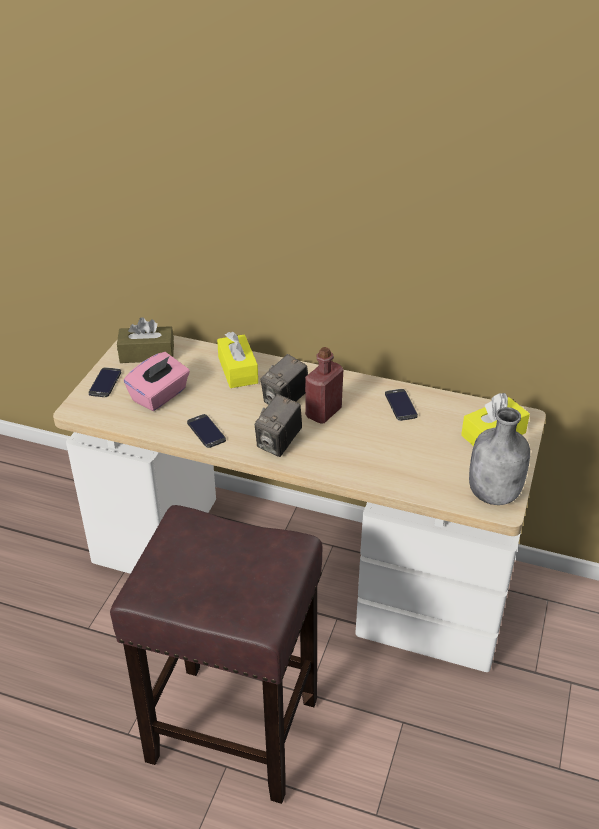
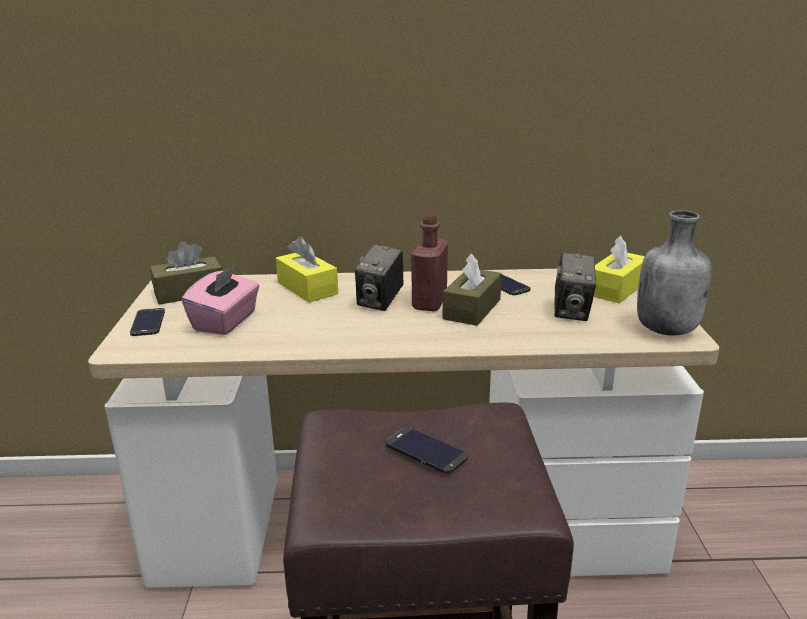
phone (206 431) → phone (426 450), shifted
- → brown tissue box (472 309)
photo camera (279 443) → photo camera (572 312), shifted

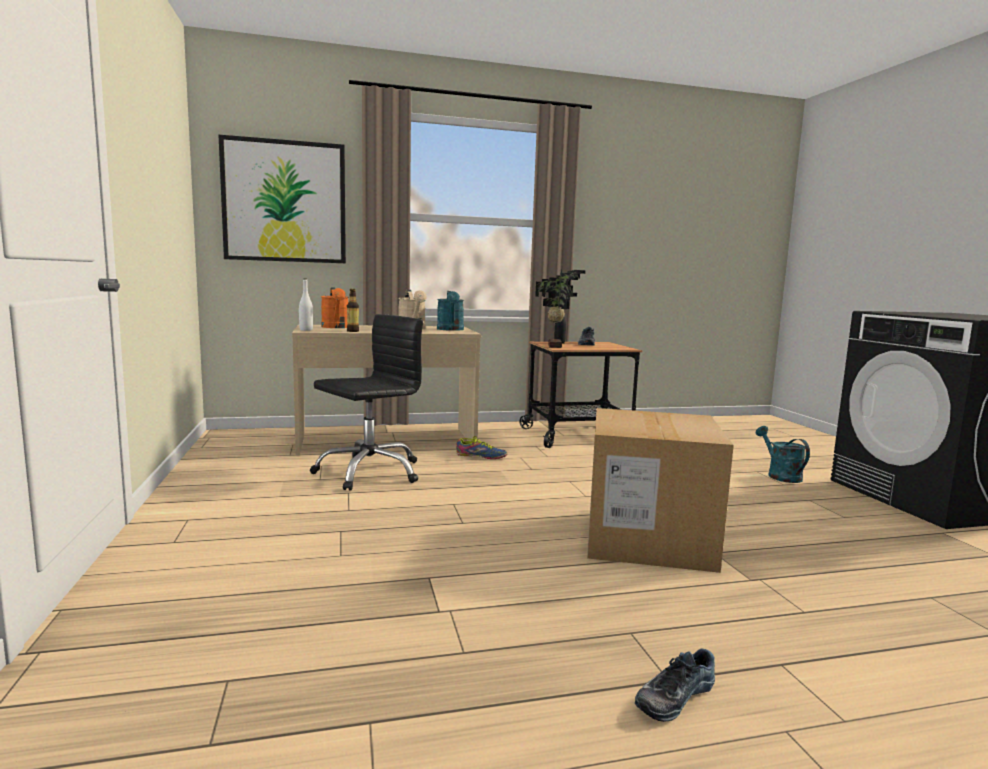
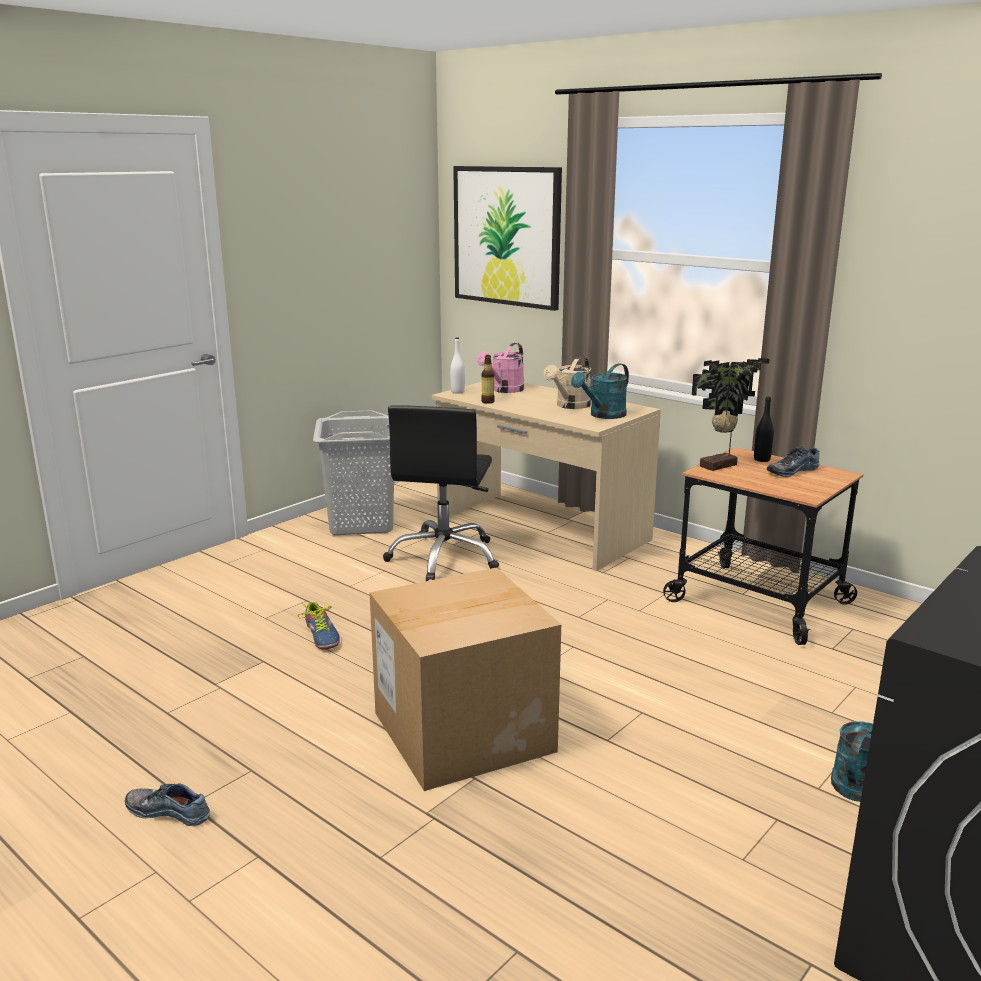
shoe (481 456) → shoe (322 636), shifted
- → grey laundry basket (362 523)
black office chair (369 472) → black office chair (444 557), 90 degrees clockwise
orange watering can (336 327) → pink watering can (504 390)

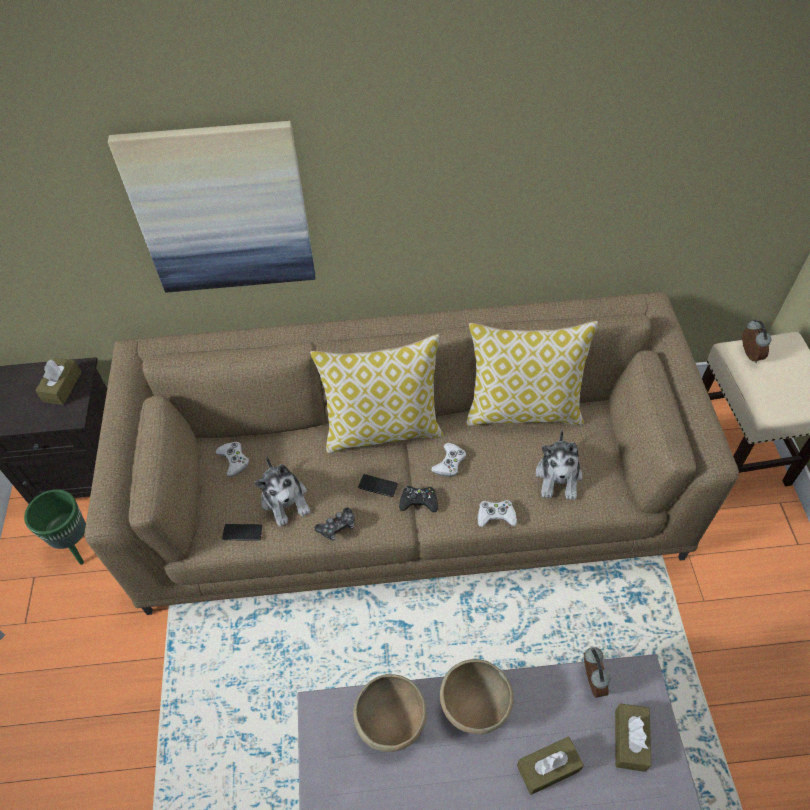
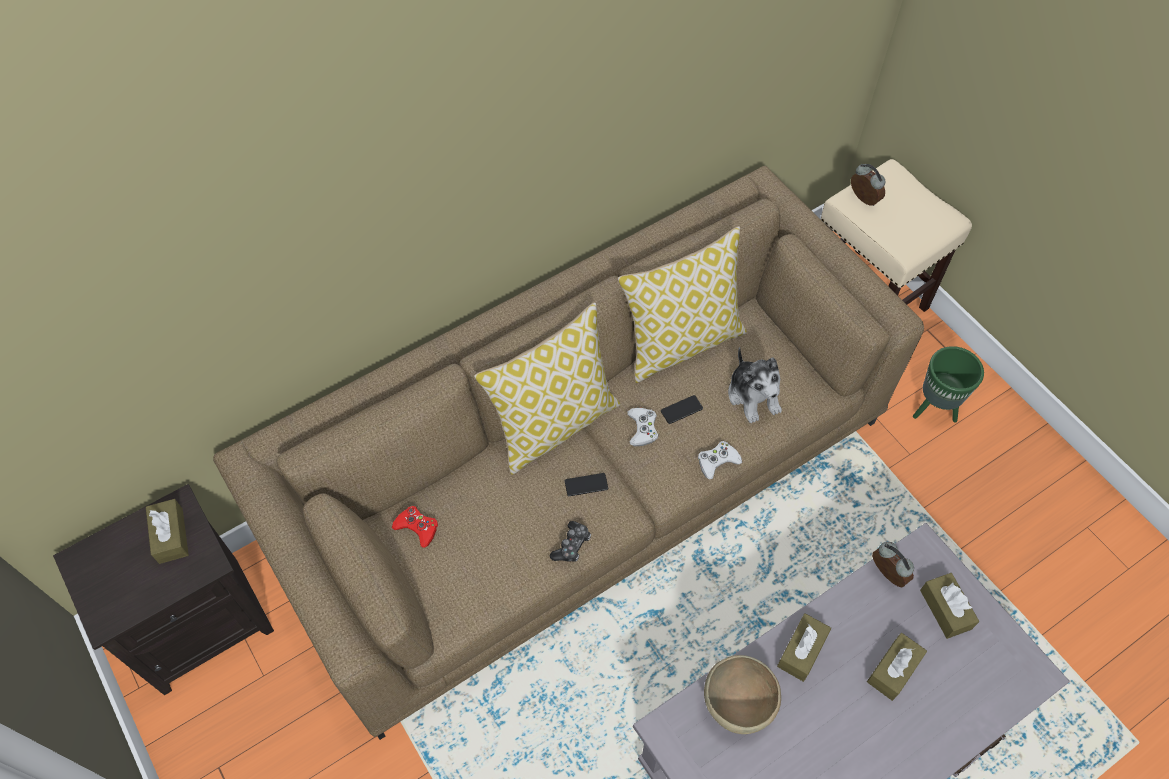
white game controller (234 460) → red game controller (417 527)
phone (242 532) → phone (681 410), shifted
brown bowl (474 707) → brown tissue box (801 651)
green planter (78 545) → green planter (934 409), shifted
picture (222 210) → -
plush toy (285 499) → -
black game controller (418 501) → -

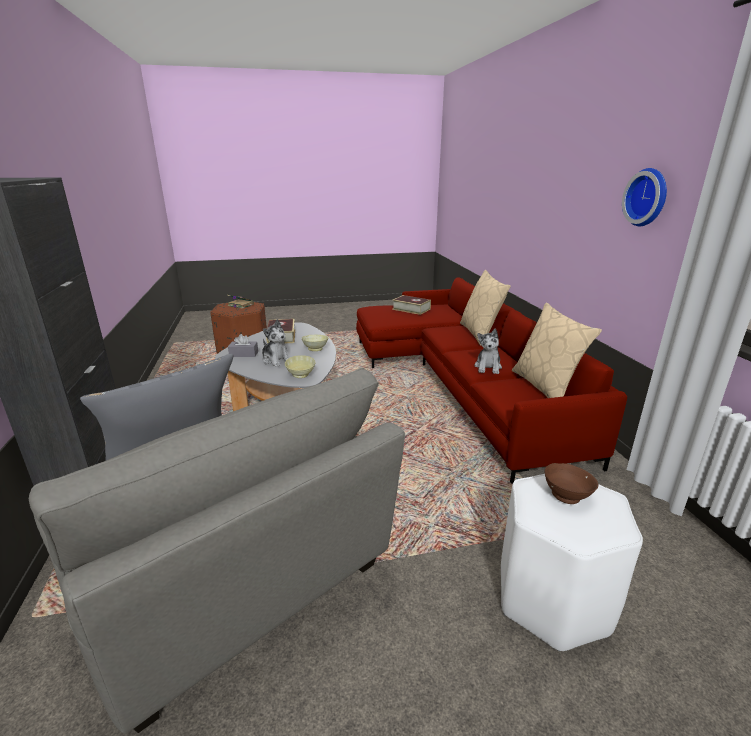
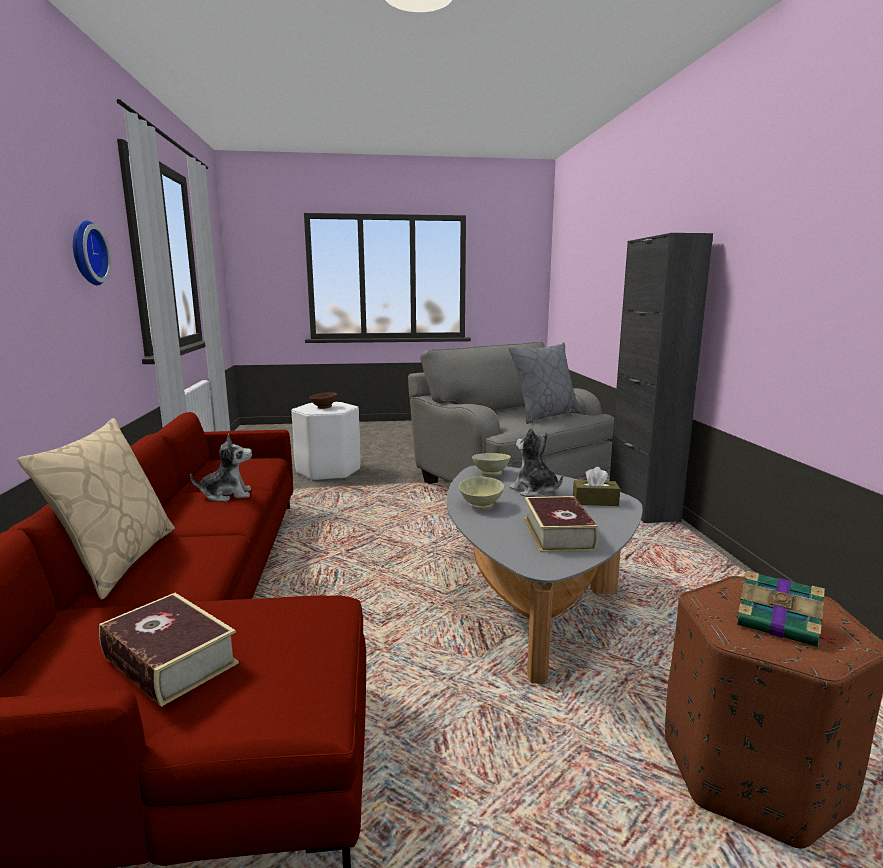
plush toy (488 367) → plush toy (227 495), 60 degrees clockwise
grey tissue box (244 354) → brown tissue box (595 501)
beige pillow (545 387) → -

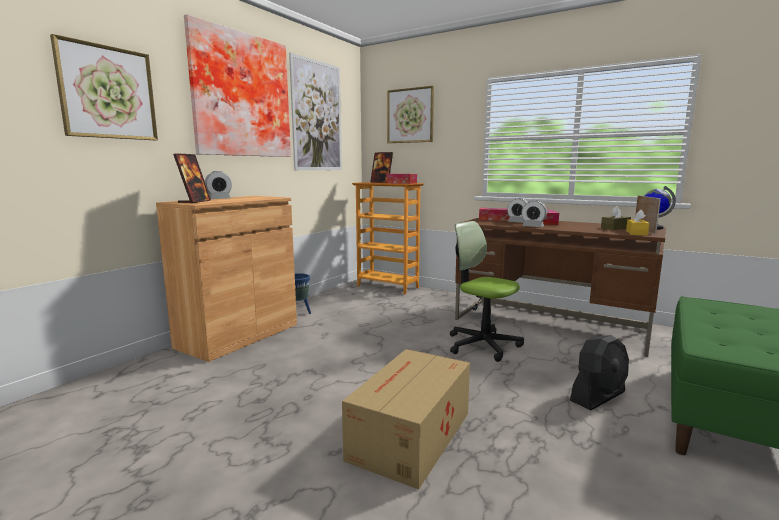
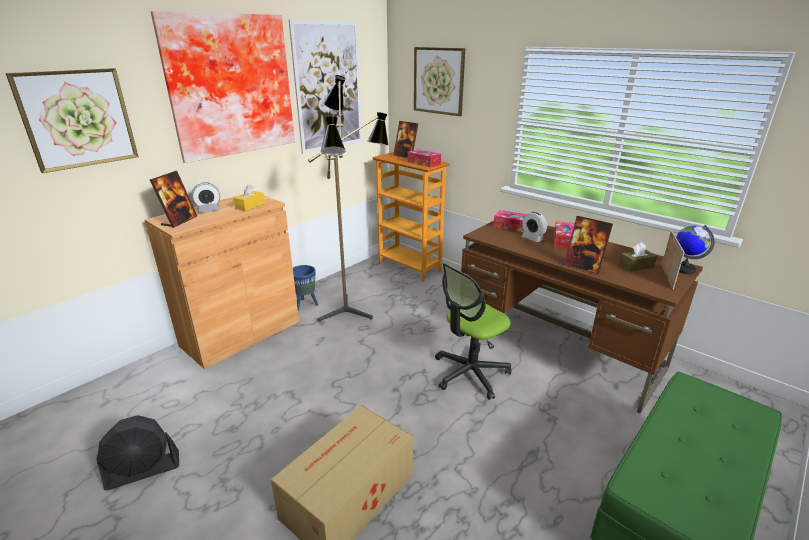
black fan (598 396) → black fan (144 470), shifted
yellow tissue box (636 233) → yellow tissue box (250 206), shifted
- → floor lamp (352 311)
office chair (483 345) → office chair (470 373), 90 degrees counterclockwise
- → picture frame (583 267)
alarm clock (533 226) → -

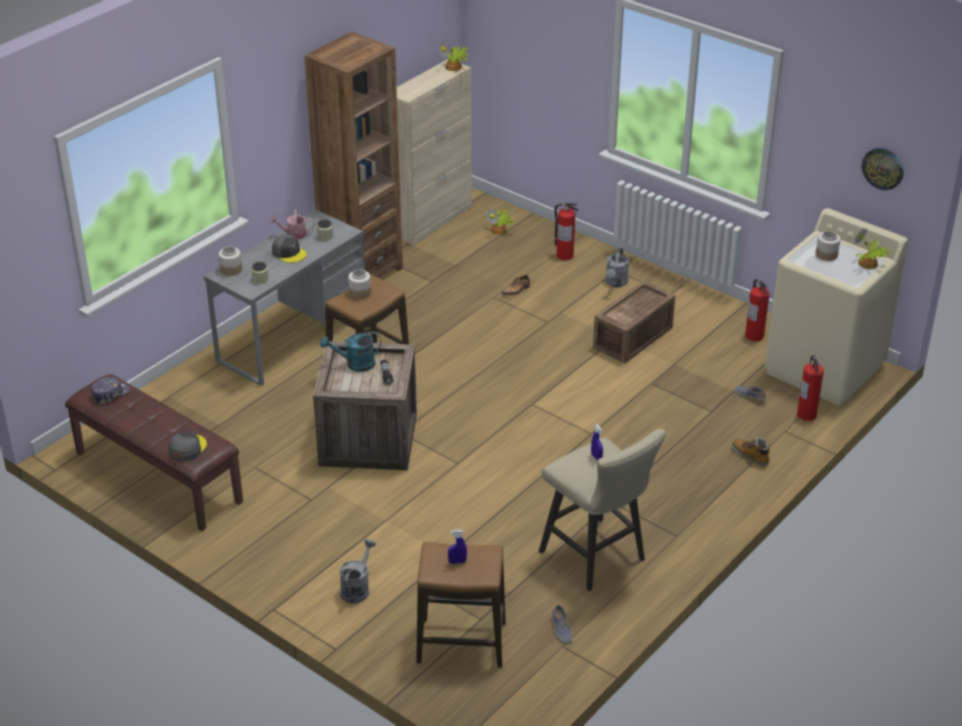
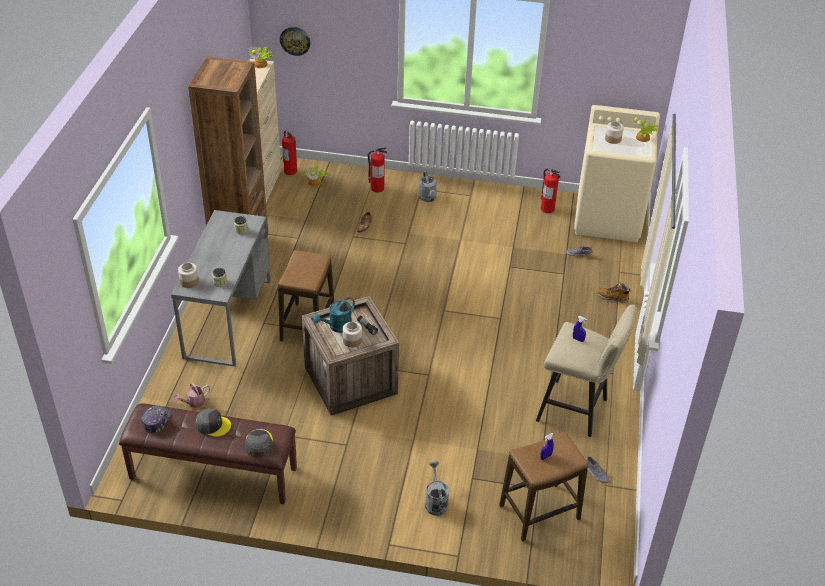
watering can (293 234) → watering can (193 402), shifted
grey cap (289 253) → grey cap (213 425), shifted
wall clock (883 168) → wall clock (295 40), shifted
fire extinguisher (806 414) → fire extinguisher (290 171), shifted
jar (359 293) → jar (352 340), shifted
crate (634 337) → -

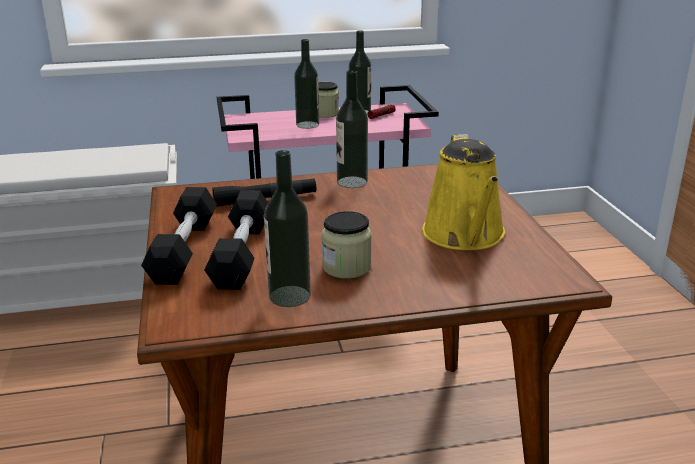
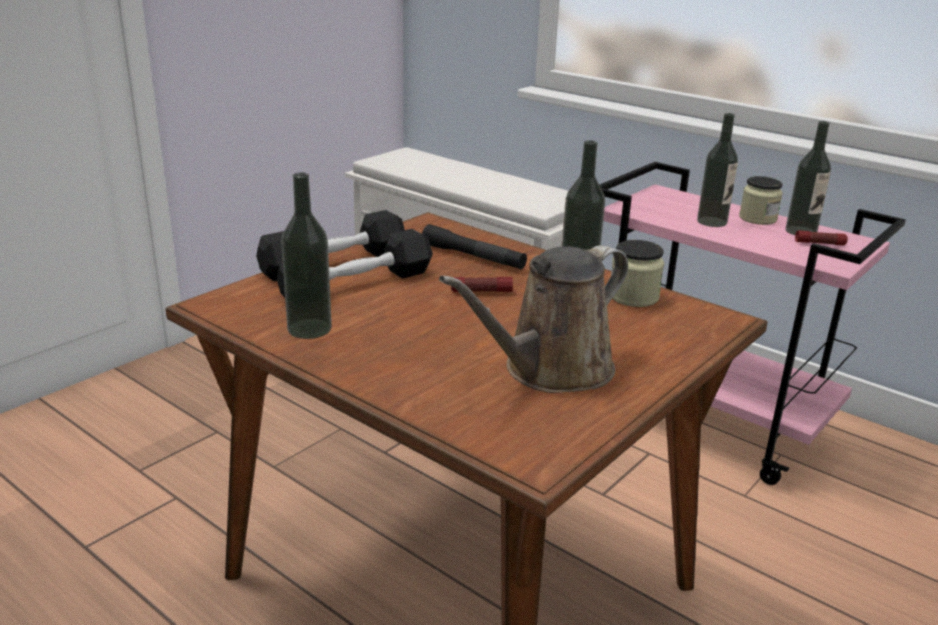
yellow watering can (465 236) → brown watering can (550 371)
- → flashlight (481 291)
jar (346 267) → jar (633 297), shifted

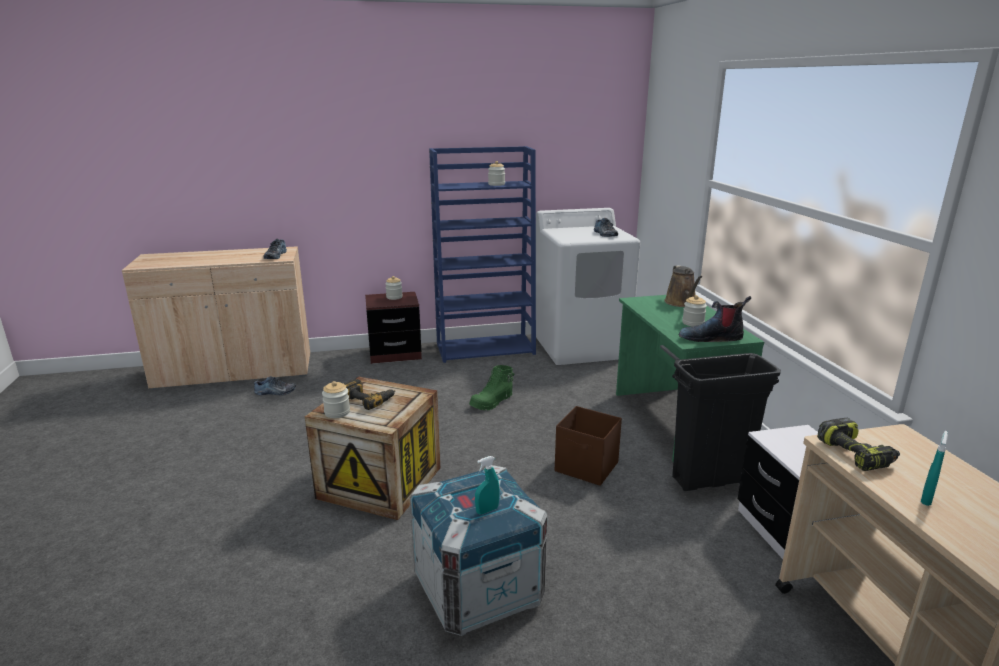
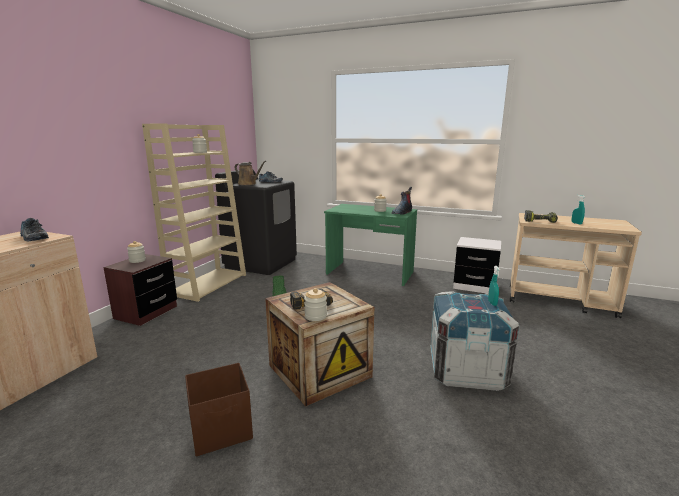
blue bookcase (486 348) → beige bookcase (208 284)
brown storage box (587 467) → brown storage box (222 430), shifted
white washing machine (581 346) → black washing machine (261 263)
brown watering can (681 303) → brown watering can (248 184), shifted
shoe (275 392) → -
black trash can (710 479) → -

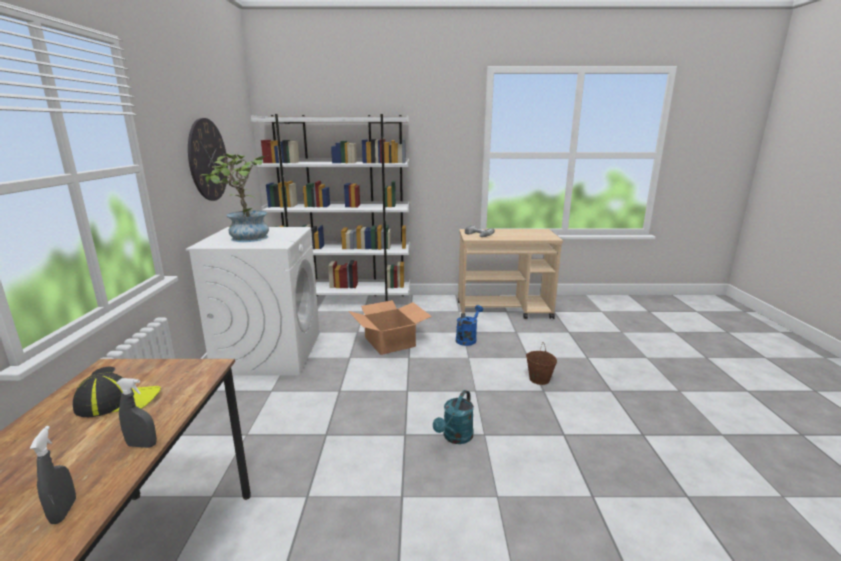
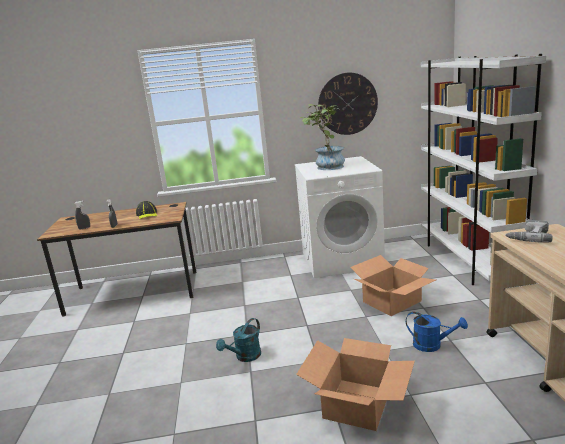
turquoise watering can (455 438) → turquoise watering can (245 357), 75 degrees counterclockwise
brown bucket (539 379) → cardboard box (358 404)

